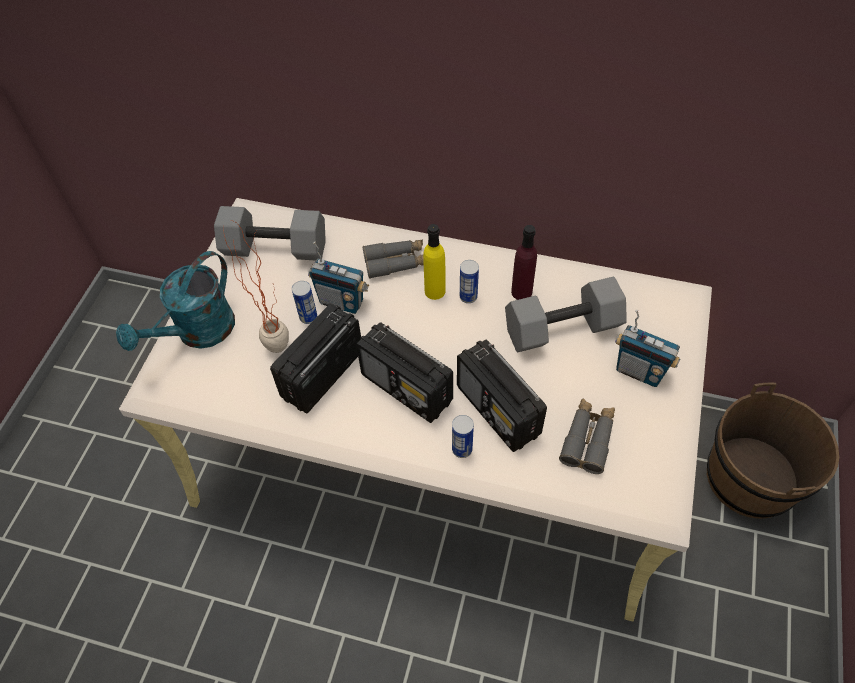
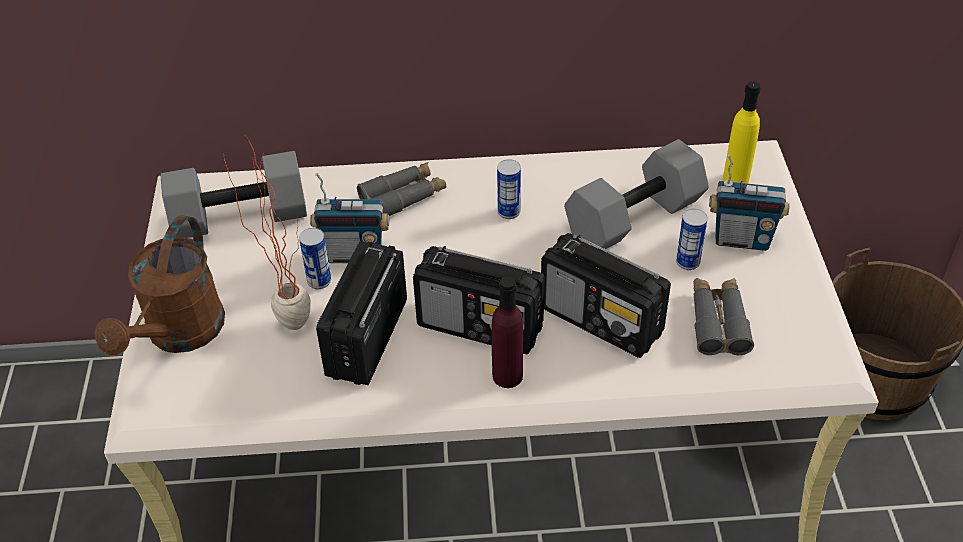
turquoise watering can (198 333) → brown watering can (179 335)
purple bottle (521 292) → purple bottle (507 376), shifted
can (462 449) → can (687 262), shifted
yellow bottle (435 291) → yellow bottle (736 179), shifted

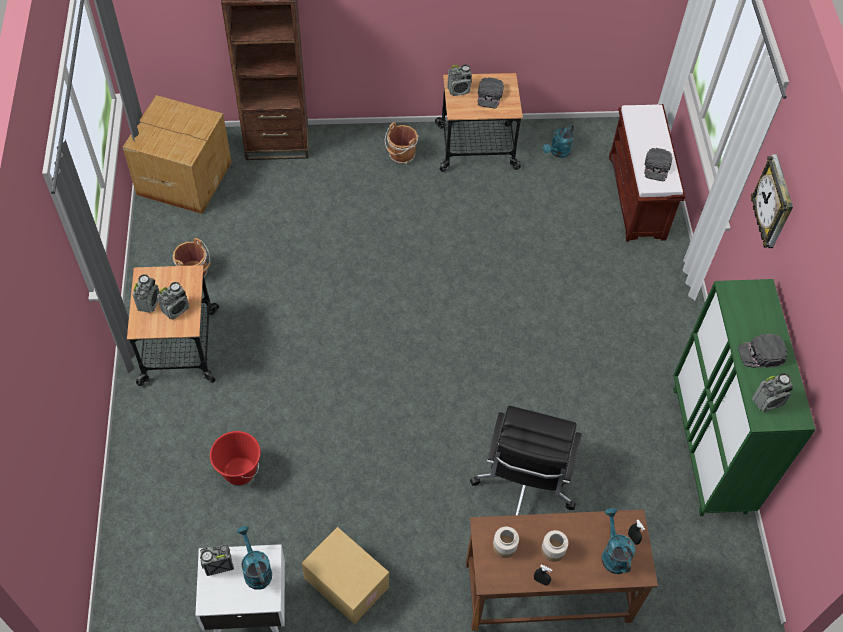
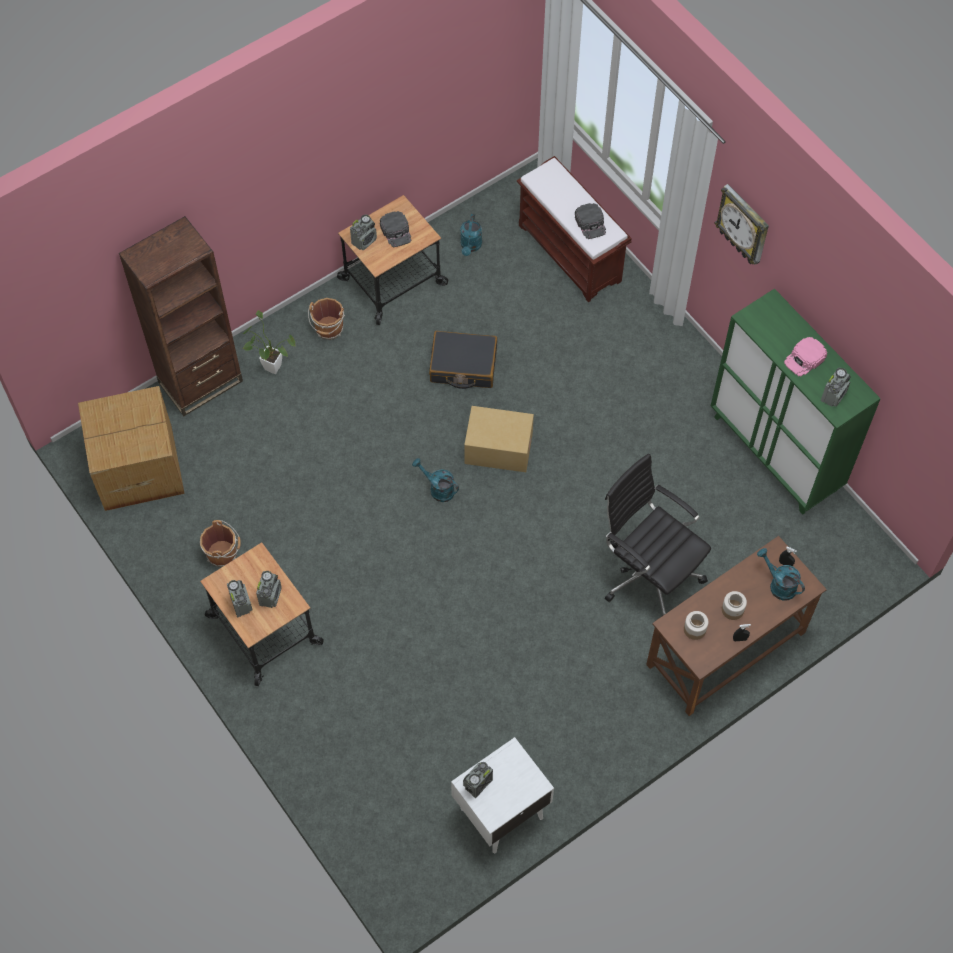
- → potted plant (269 366)
turquoise watering can (255 569) → turquoise watering can (438 489), shifted
- → black suitcase (463 365)
cardboard box (345 583) → cardboard box (498 449), shifted
black office chair (524 485) → black office chair (648 573), 150 degrees clockwise
black cap (761 354) → pink cap (805 359)
red bucket (239 471) → -

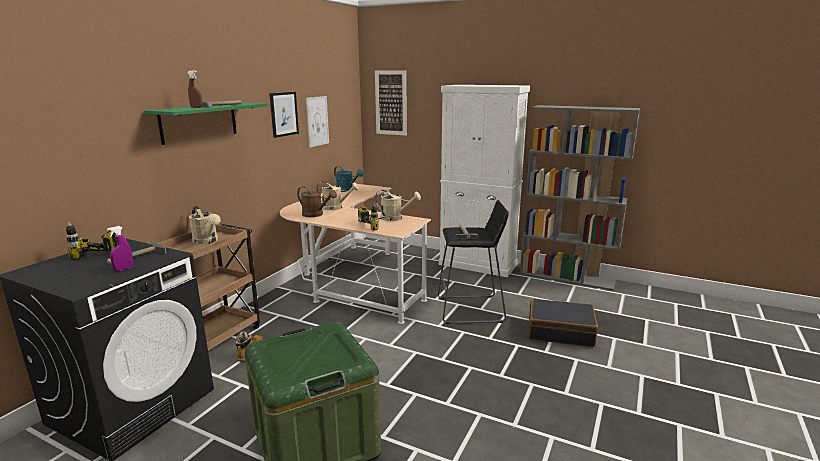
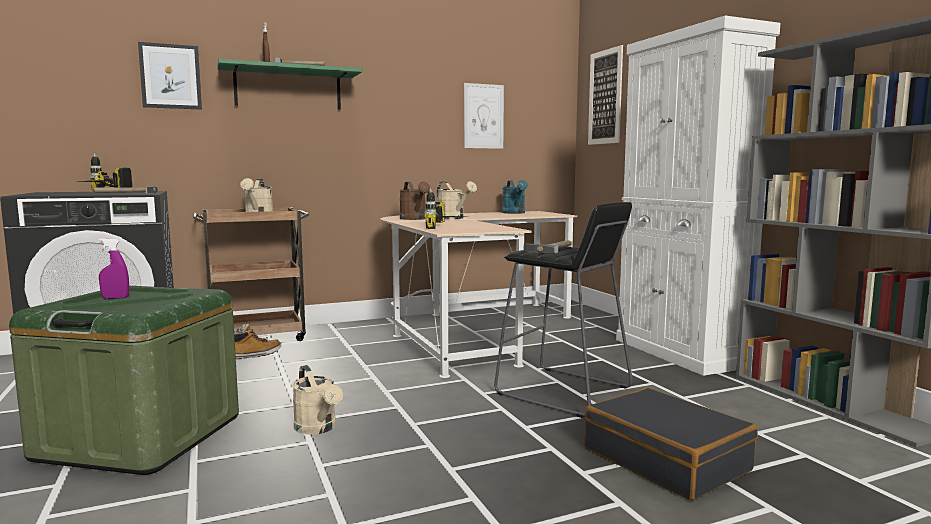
purple spray bottle (124 269) → purple spray bottle (115 298), shifted
picture (283 114) → picture (170 76), shifted
beige watering can (395 218) → beige watering can (318 428), shifted

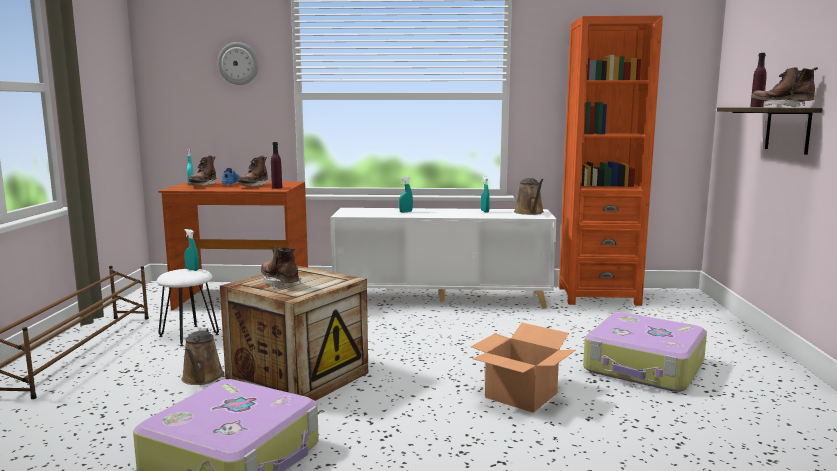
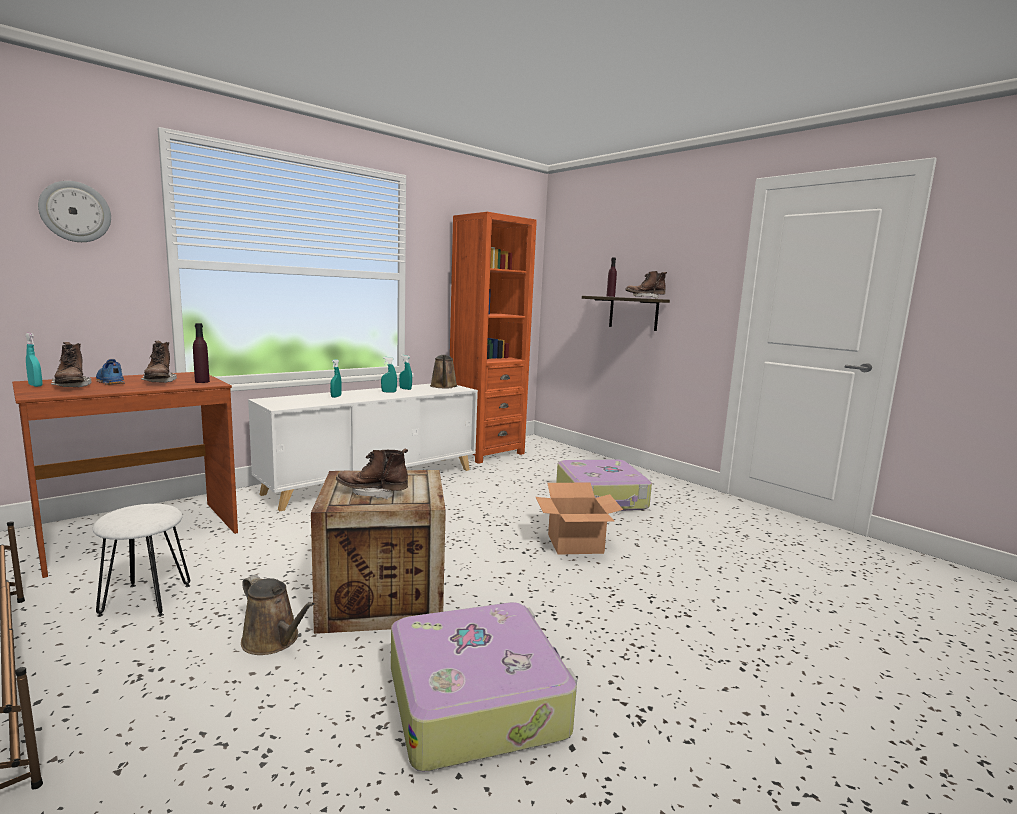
turquoise spray bottle (192 269) → turquoise spray bottle (389 392), shifted
brown watering can (530 212) → brown watering can (443 386), 45 degrees clockwise

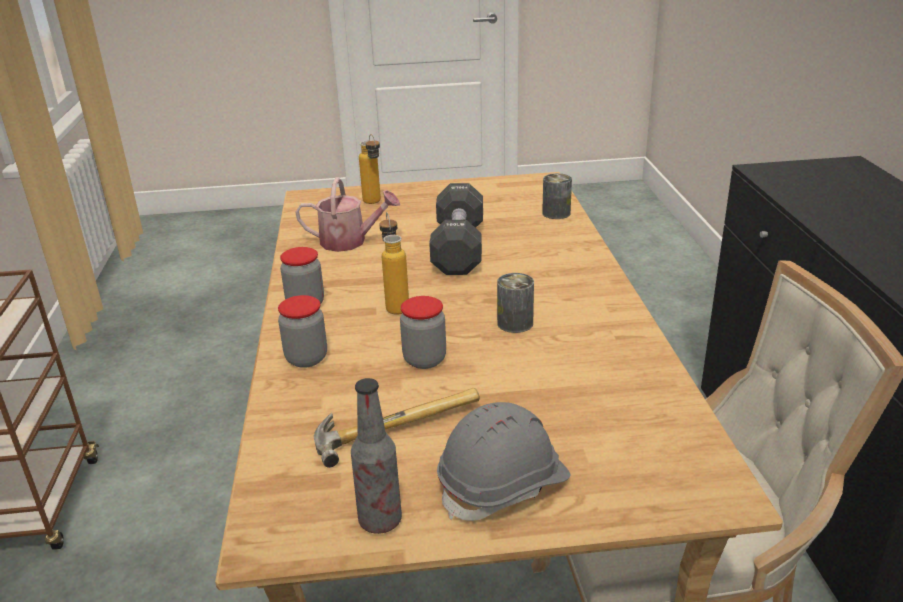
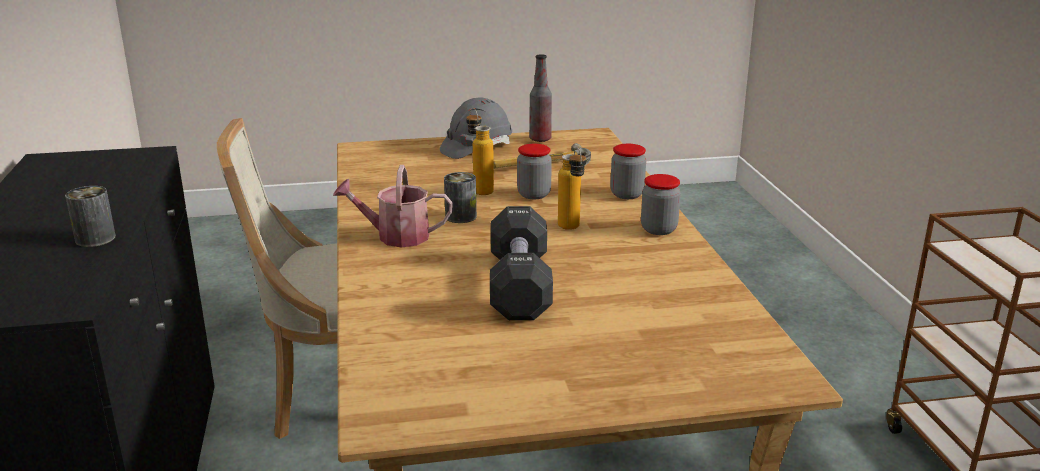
can (556 213) → can (95 238), shifted
watering can (350 241) → watering can (396 236), shifted
bottle (374 203) → bottle (479 189), shifted

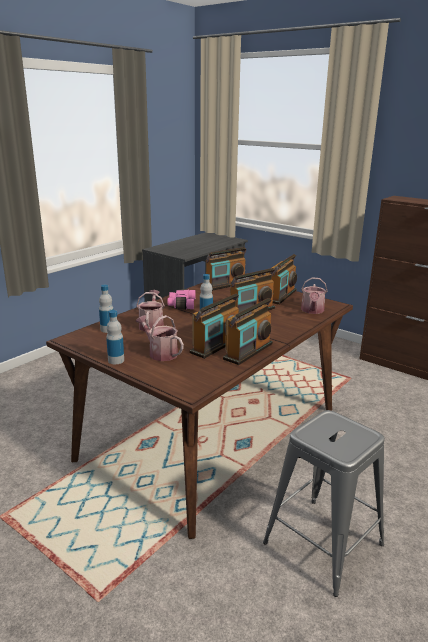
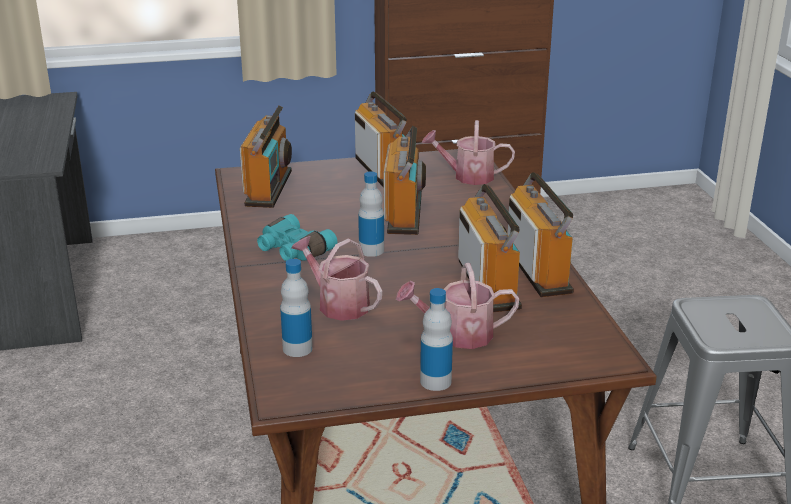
pink binoculars (181 305) → turquoise binoculars (292 251)
watering can (312 311) → watering can (467 176), 135 degrees clockwise

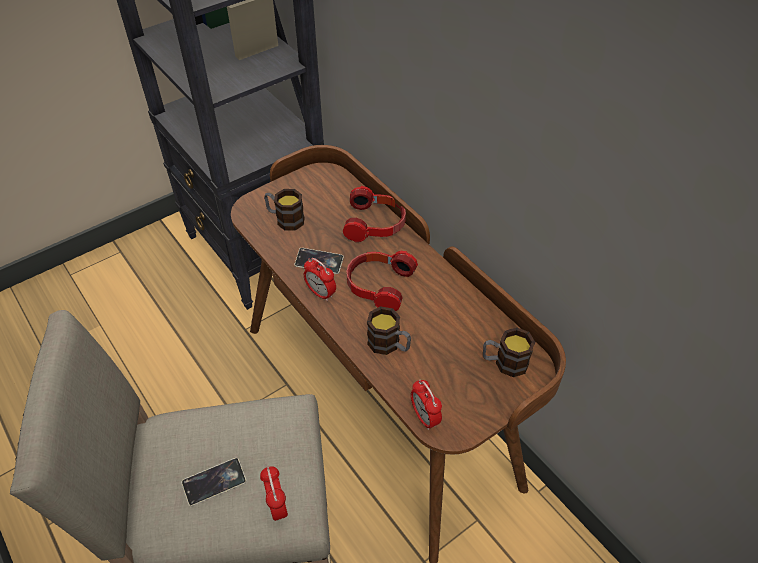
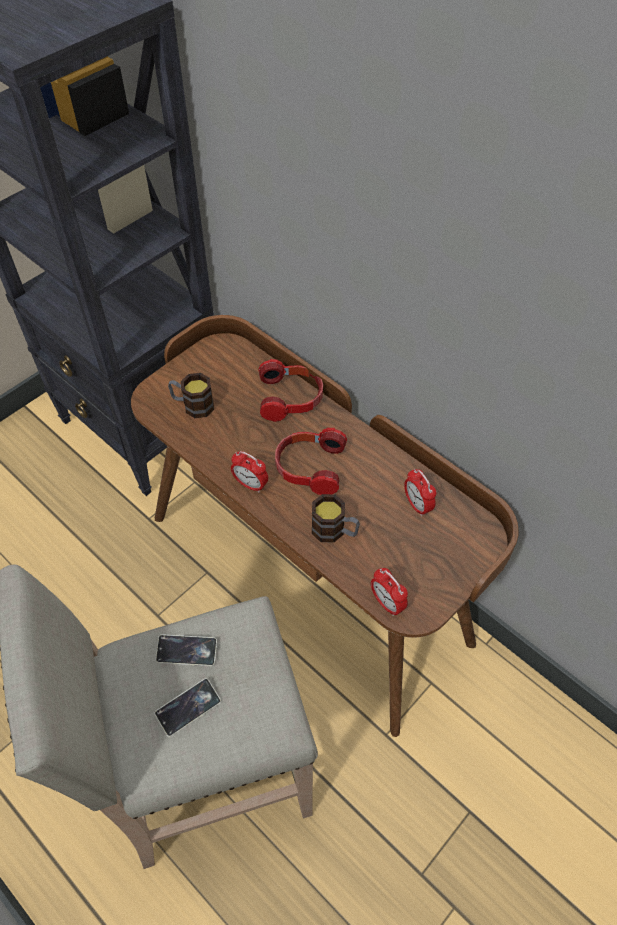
phone (319 263) → phone (187 652), shifted
alarm clock (277 505) → alarm clock (417 505), shifted
mug (504 362) → -

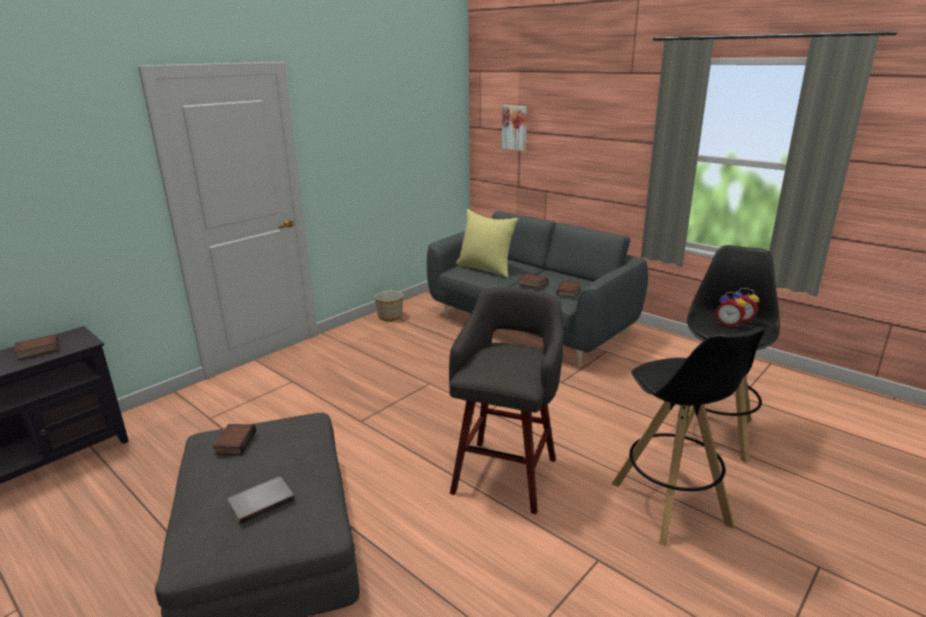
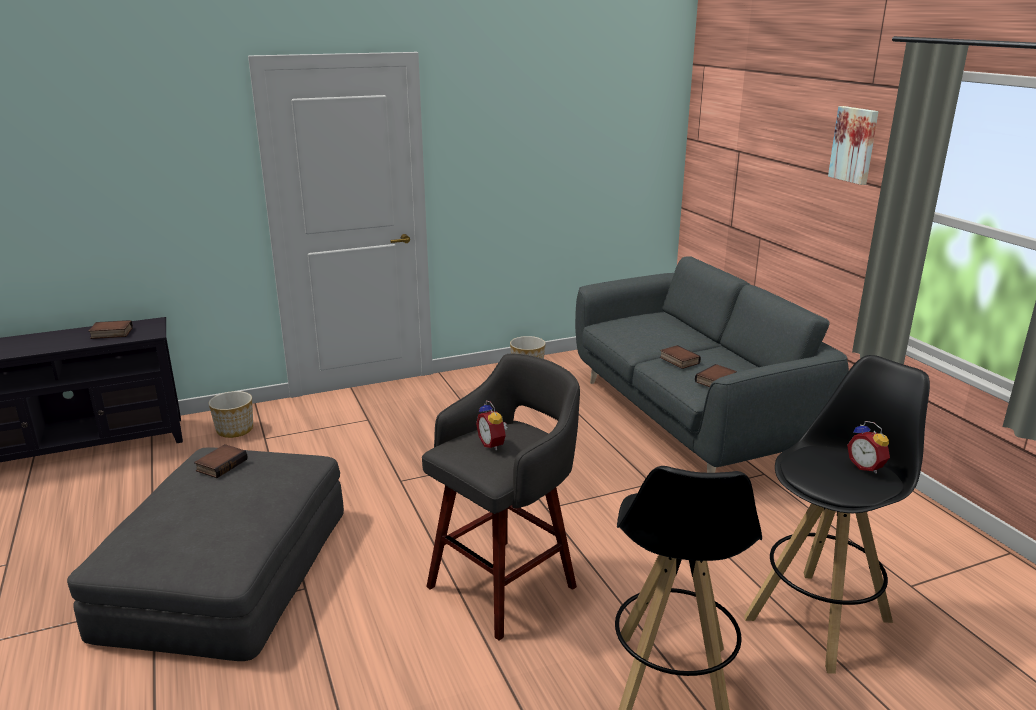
- → planter (234 430)
alarm clock (728 324) → alarm clock (493 444), shifted
picture (515 127) → picture (855 144), shifted
grey book (260 500) → -
yellow pillow (486 268) → -

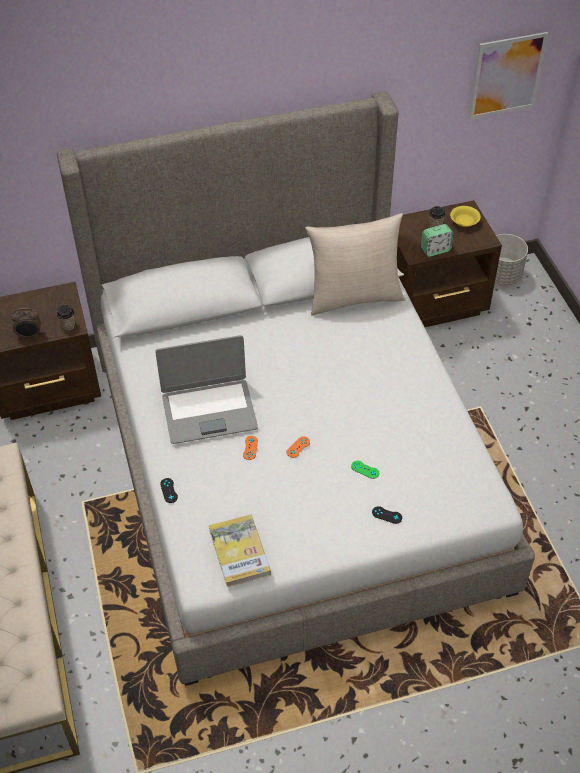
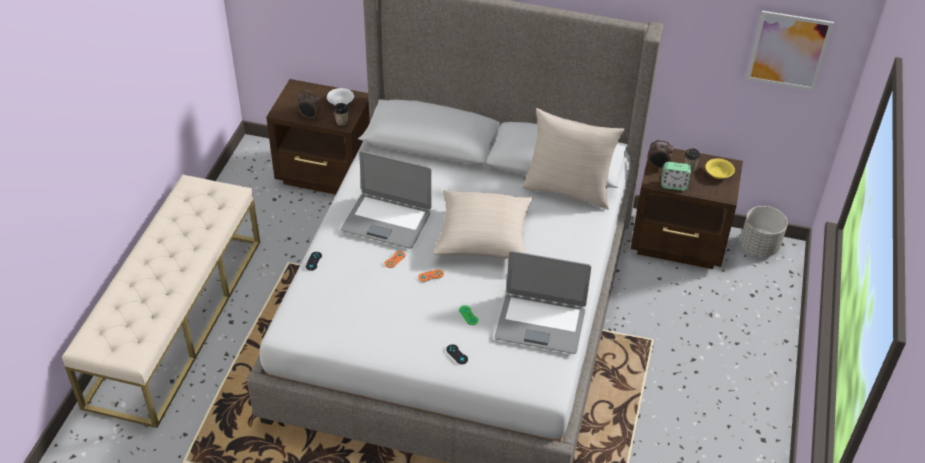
- → white bowl (340 102)
- → beige pillow (483 237)
- → laptop (540 323)
- → alarm clock (658 166)
book (239 552) → -

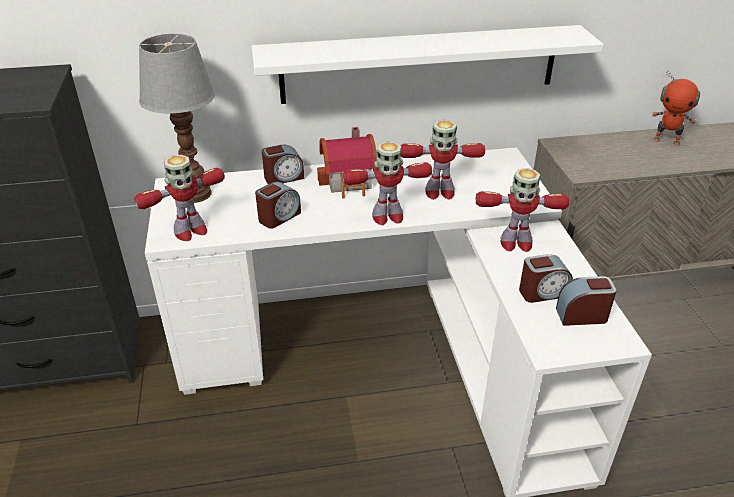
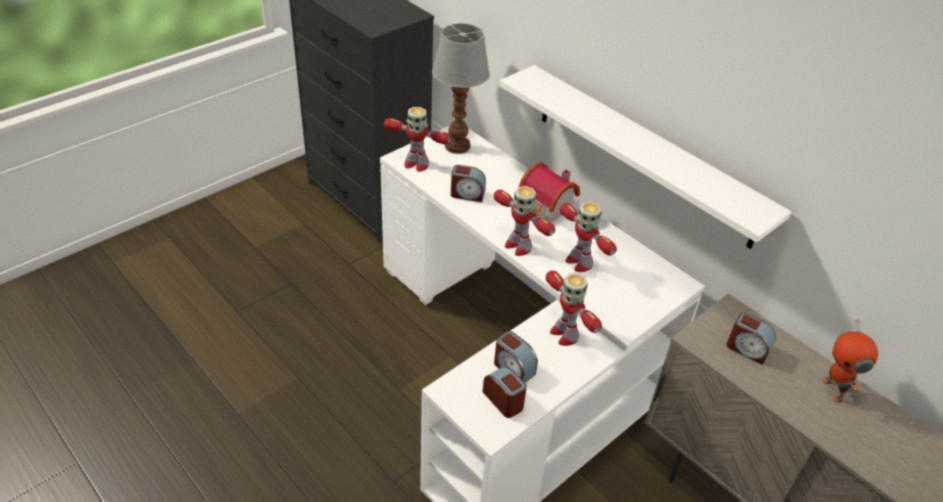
alarm clock (284 177) → alarm clock (747 349), shifted

